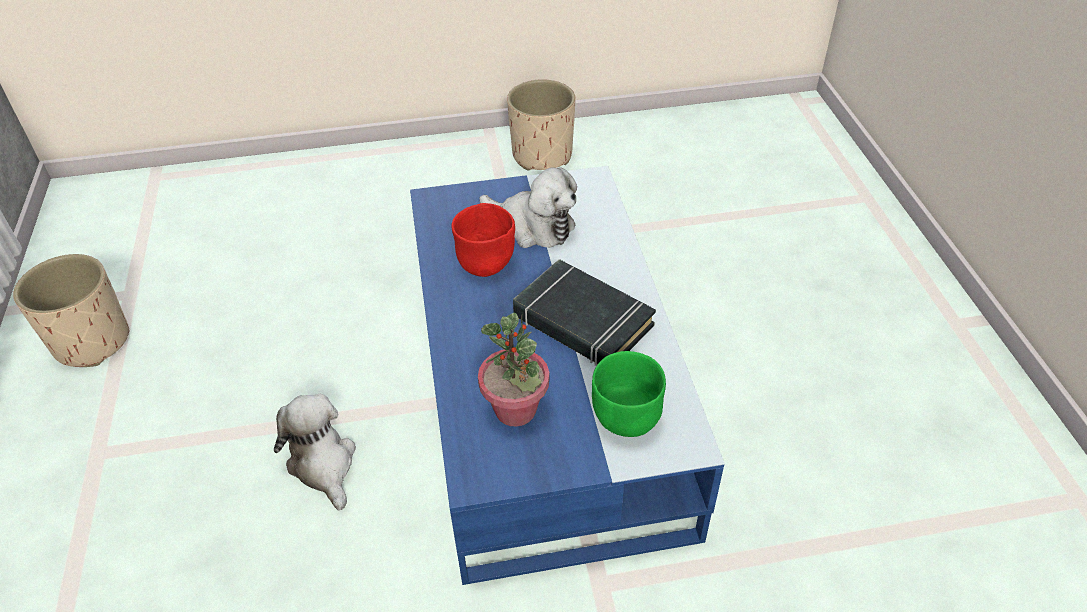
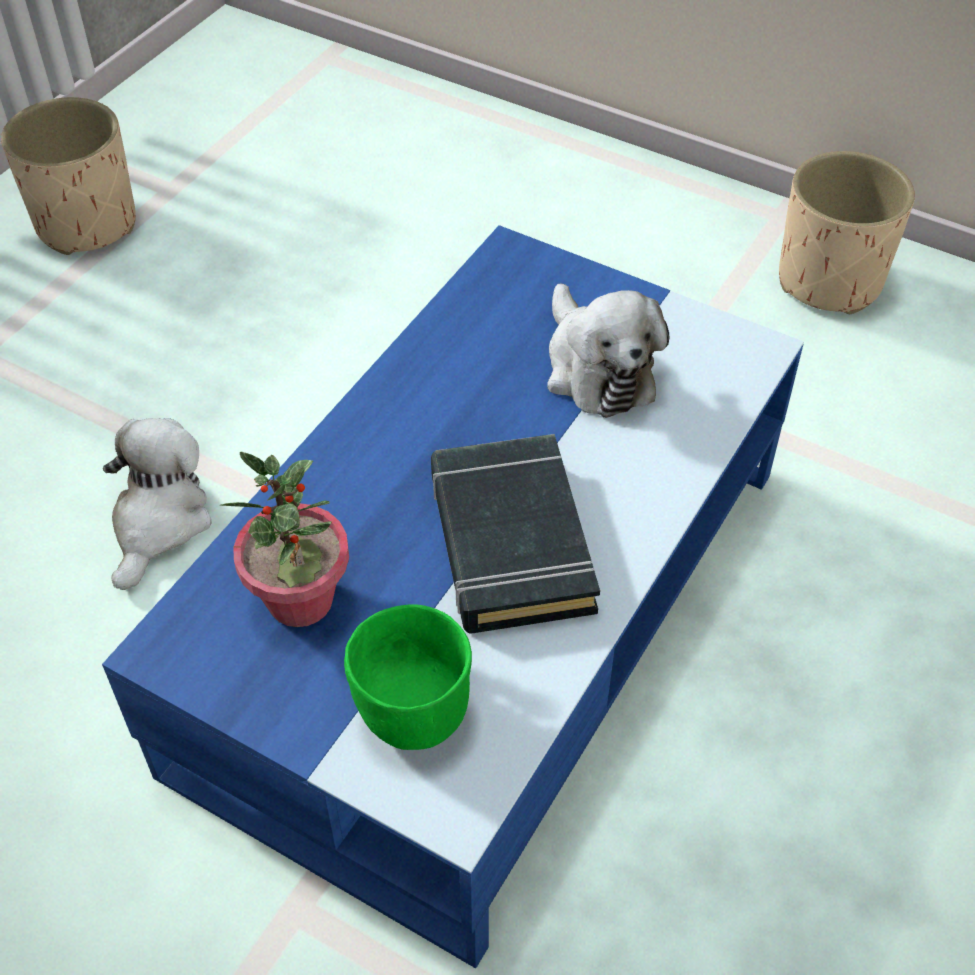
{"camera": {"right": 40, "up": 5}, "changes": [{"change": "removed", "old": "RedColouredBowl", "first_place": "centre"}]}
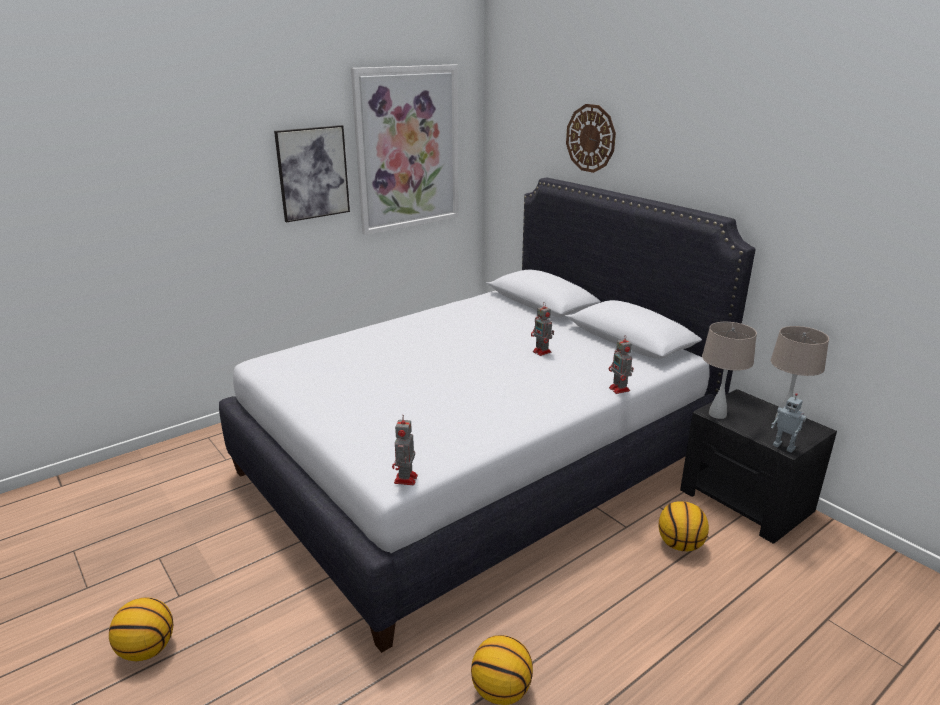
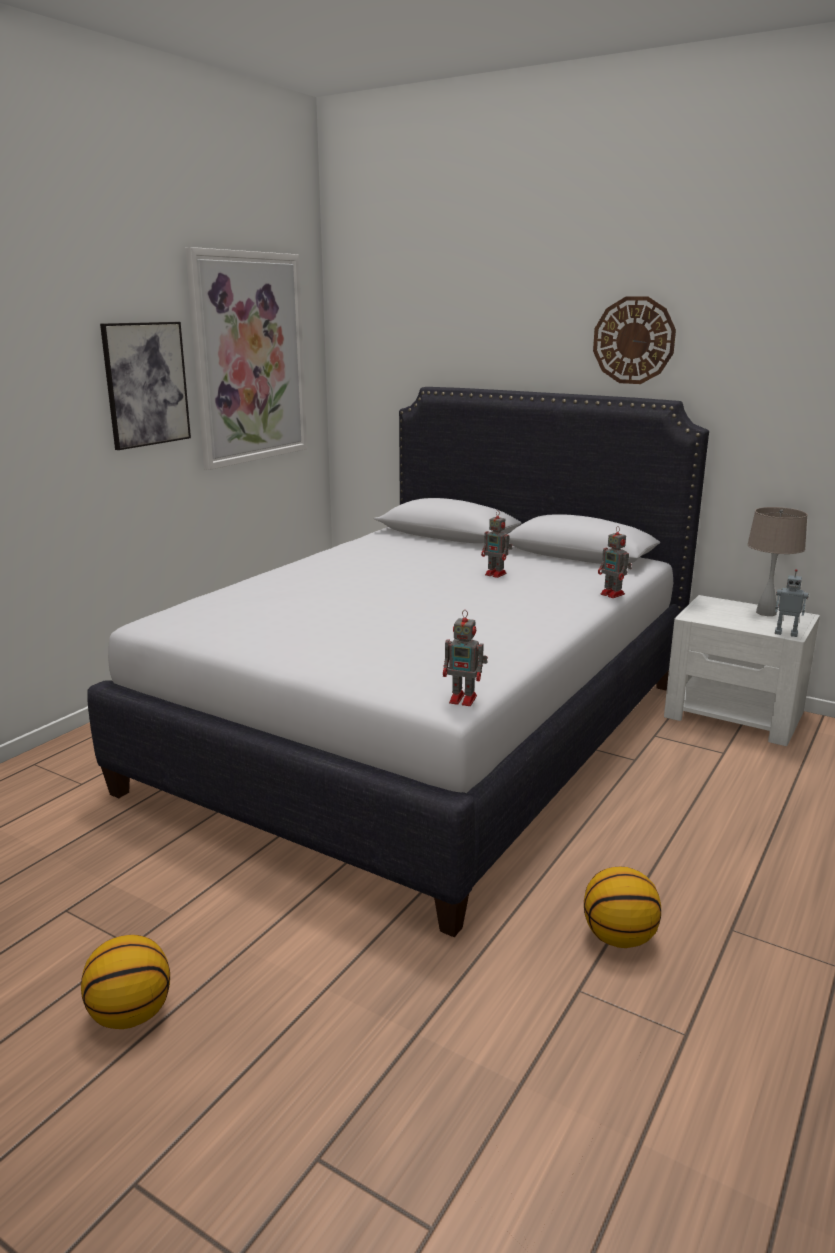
{"camera": {"right": -20, "up": -5}, "changes": [{"change": "turned", "old": "ModelRobot (1st from left)", "first_place": "centre", "second_place": "centre", "degrees": -60}, {"change": "moved", "old": "ClockOnTheWall", "first_place": "top centre", "second_place": "top right"}, {"change": "recoloured", "old": "BlackColouredBedsideTable", "new": "WhiteColouredBedsideTable", "first_place": "middle right", "second_place": "middle right"}, {"change": "removed", "old": "BallForBasketball (3rd from left)", "first_place": "bottom right"}, {"change": "removed", "old": "BeigeTabletopLamp (1st from left)", "first_place": "middle right"}]}
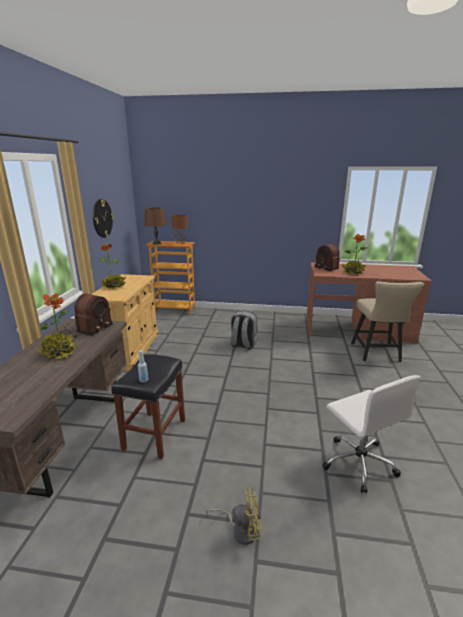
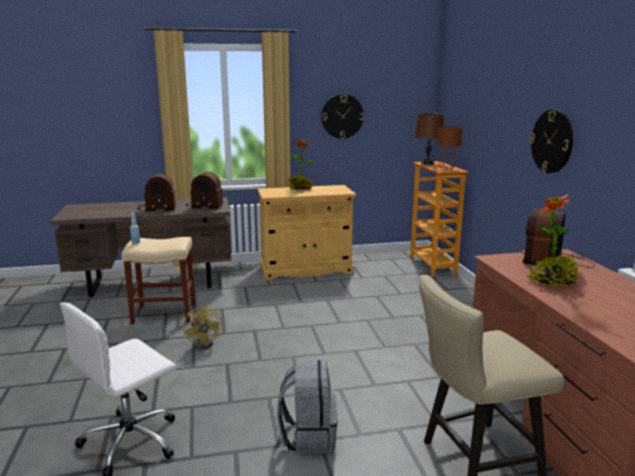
{"camera": {"right": 70, "up": -5}, "changes": [{"change": "recoloured", "old": "BlackColouredStool", "new": "BeigeStool", "first_place": "middle left", "second_place": "middle left"}, {"change": "replaced", "old": "Houseplant (1st from left)", "new": "Radio (1st from left)", "first_place": "middle left", "second_place": "middle left"}, {"change": "moved", "old": "YellowFan", "first_place": "bottom centre", "second_place": "bottom left"}, {"change": "moved", "old": "GrayBackpack", "first_place": "centre", "second_place": "bottom centre"}, {"change": "added", "new": "ClockOnTheWall (2nd from left)", "second_place": "top right"}]}
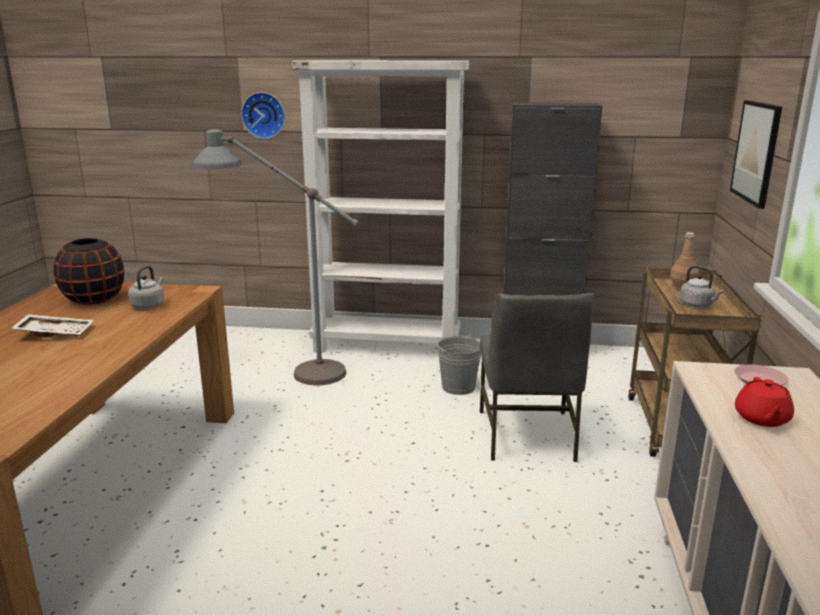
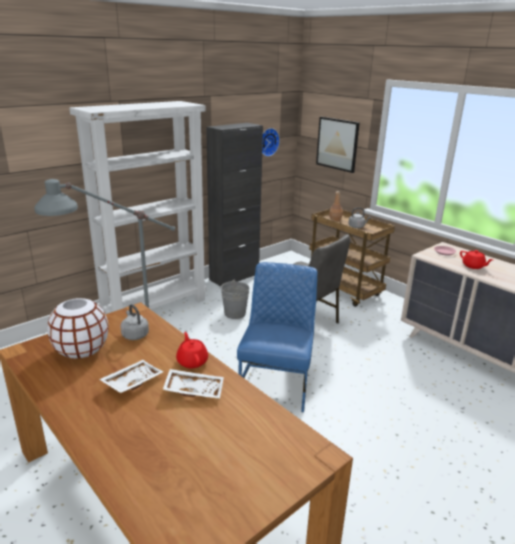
{"camera": {"right": -50, "up": 5}, "changes": [{"change": "recoloured", "old": "BlackColouredFlowerVase", "new": "WhiteColouredFlowerVase", "first_place": "middle left", "second_place": "middle left"}, {"change": "added", "new": "WhiteColouredCarryingTray (2nd from left)", "second_place": "bottom centre"}, {"change": "added", "new": "RedColouredTeapot (1st from left)", "second_place": "centre"}, {"change": "added", "new": "BluishUprightChair", "second_place": "centre"}, {"change": "moved", "old": "ClockOnTheWall", "first_place": "top left", "second_place": "top centre"}]}
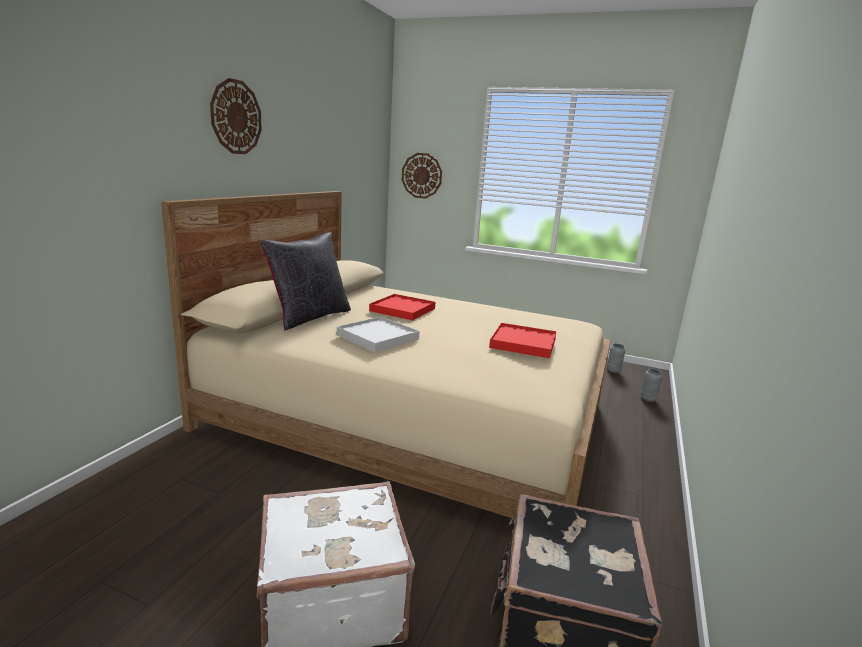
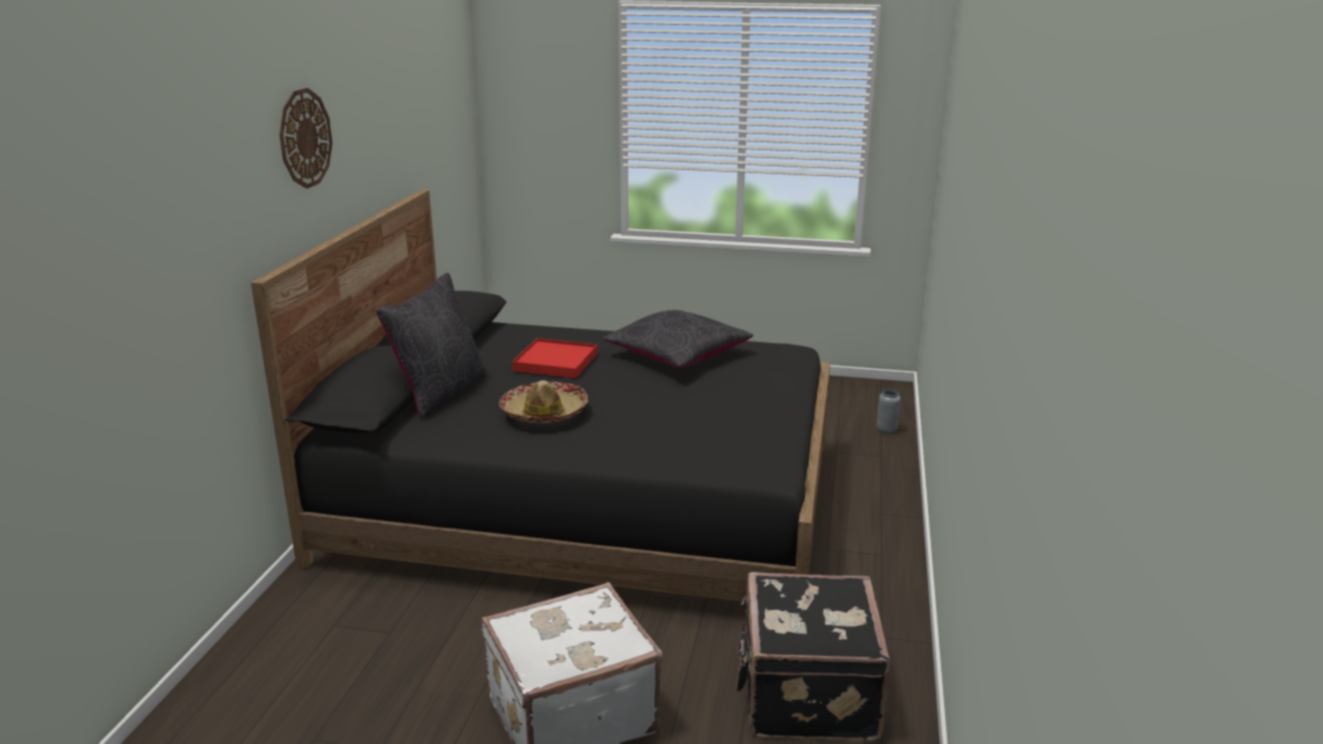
{"camera": {"right": -10, "up": 5}, "changes": [{"change": "recoloured", "old": "BeigeBedroomBed", "new": "BlackColouredBedroomBed", "first_place": "centre", "second_place": "centre"}, {"change": "replaced", "old": "WhiteColouredCarryingTray", "new": "Hat", "first_place": "centre", "second_place": "centre"}, {"change": "added", "new": "BlackColouredThrowPillow (2nd from left)", "second_place": "centre"}, {"change": "removed", "old": "ClockOnTheWall (2nd from left)", "first_place": "top centre"}, {"change": "removed", "old": "RedColouredCarryingTray (2nd from left)", "first_place": "centre"}, {"change": "removed", "old": "GrayFlowerVase (1st from left)", "first_place": "middle right"}]}
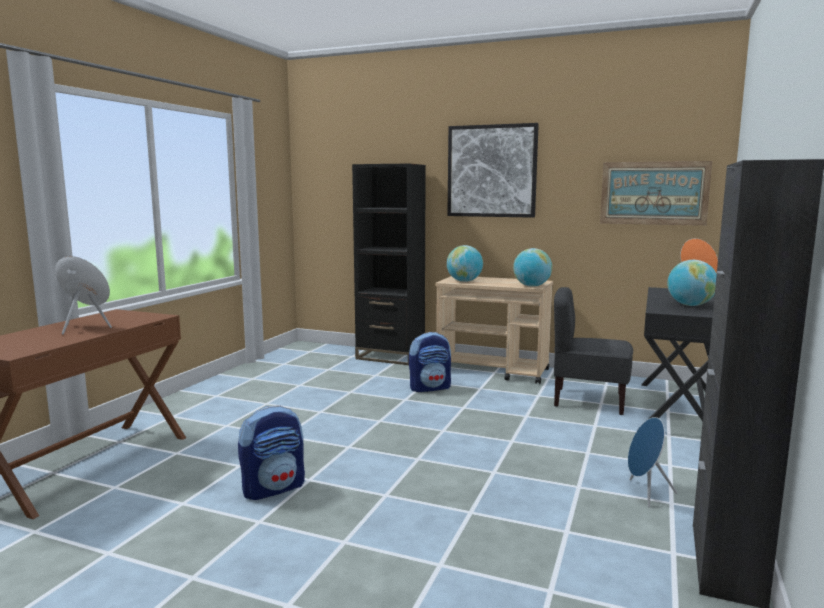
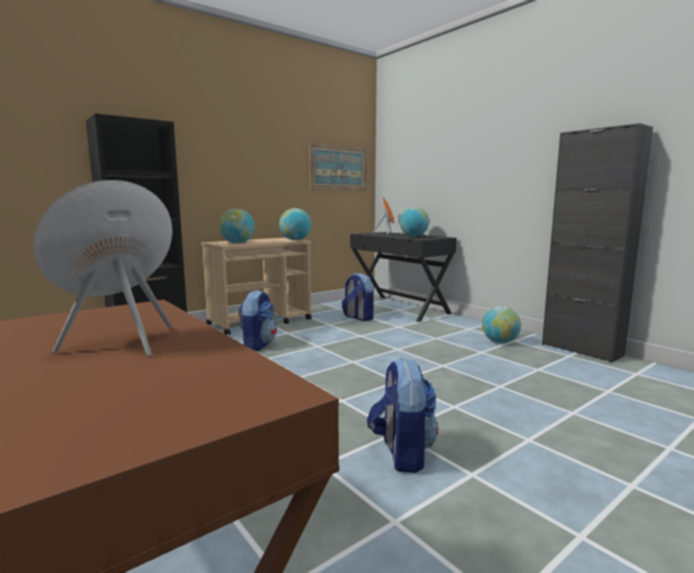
{"camera": {"right": -60, "up": 0}, "changes": [{"change": "replaced", "old": "GrayUprightChair", "new": "Backpack (2nd from left)", "first_place": "middle right", "second_place": "centre"}, {"change": "replaced", "old": "BluishLoudspeaker", "new": "WorldGlobe (4th from left)", "first_place": "bottom right", "second_place": "middle right"}, {"change": "removed", "old": "WallArt (1st from left)", "first_place": "top centre"}]}
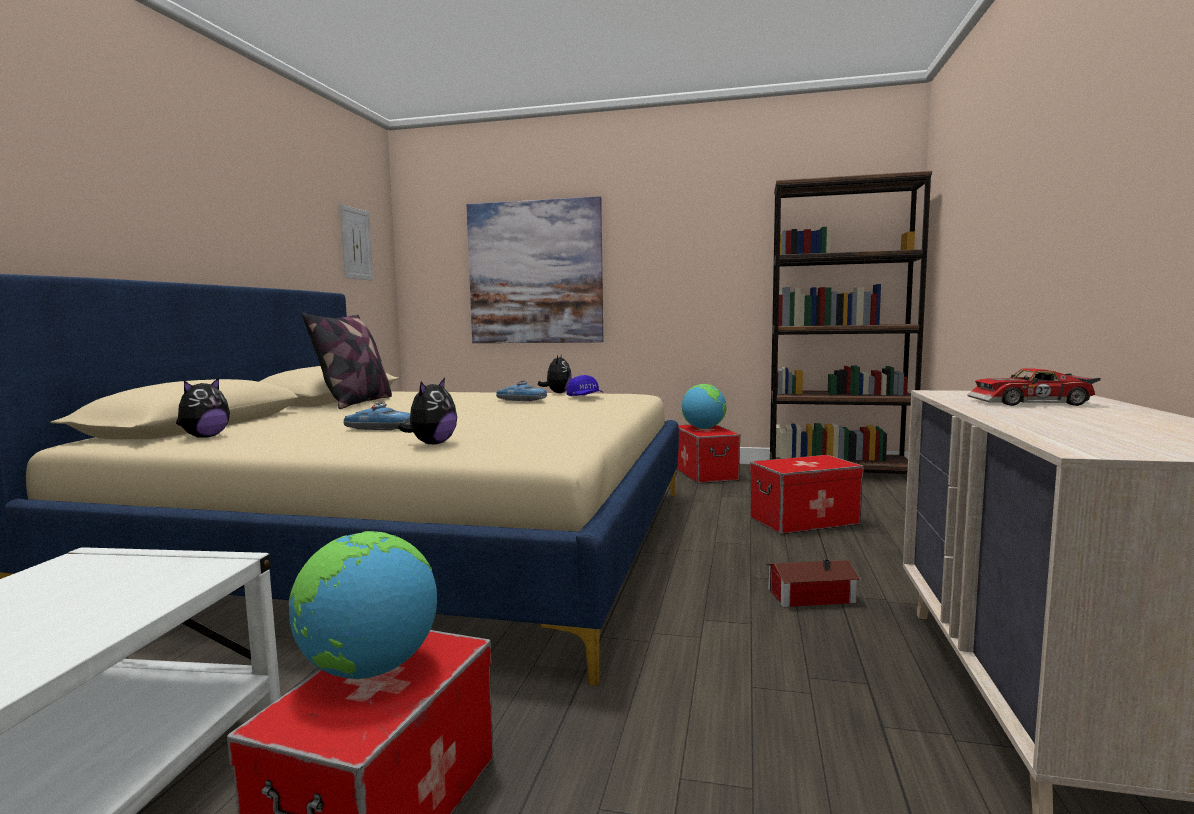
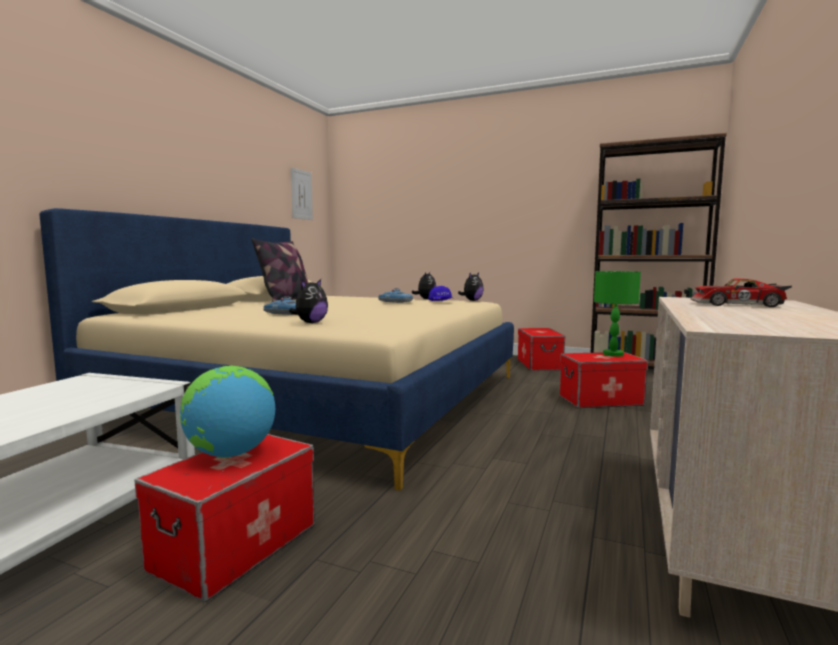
{"camera": {"right": 10, "up": 0}, "changes": [{"change": "moved", "old": "SoftToy (1st from left in the first image)", "new": "SoftToy (3rd from left)", "first_place": "middle left", "second_place": "centre"}, {"change": "added", "new": "GreenColouredTabletopLamp", "second_place": "middle right"}, {"change": "removed", "old": "WallArt (2nd from left)", "first_place": "top centre"}, {"change": "removed", "old": "WorldGlobe (2nd from left)", "first_place": "centre"}, {"change": "removed", "old": "ToyHouse", "first_place": "bottom right"}]}
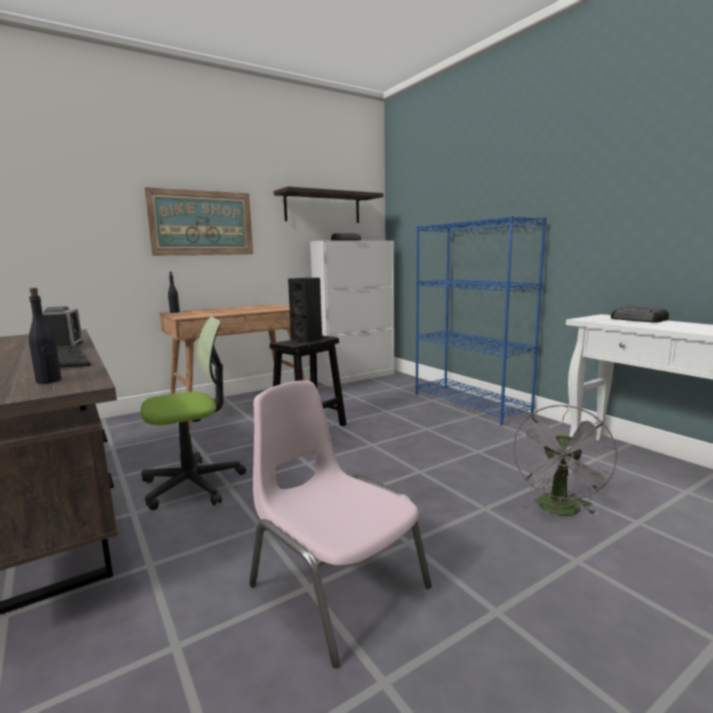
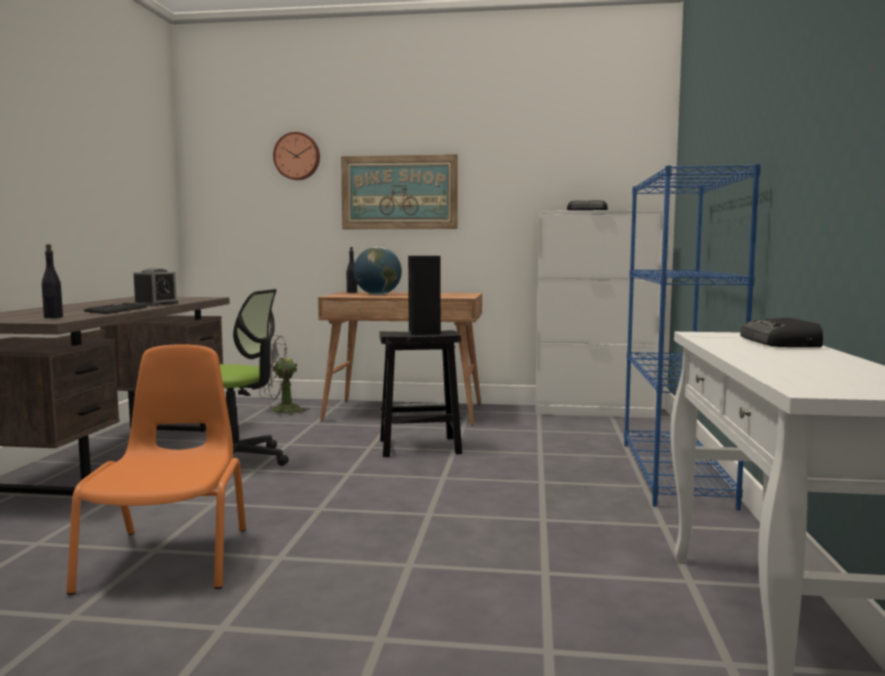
{"camera": {"right": 40, "up": -5}, "changes": [{"change": "recoloured", "old": "PinkUprightChair", "new": "OrangeyUprightChair", "first_place": "bottom centre", "second_place": "bottom left"}, {"change": "moved", "old": "GrayFan", "first_place": "middle right", "second_place": "middle left"}, {"change": "added", "new": "ClockOnTheWall", "second_place": "top centre"}, {"change": "added", "new": "WorldGlobe", "second_place": "centre"}, {"change": "removed", "old": "Shelf", "first_place": "top centre"}]}
